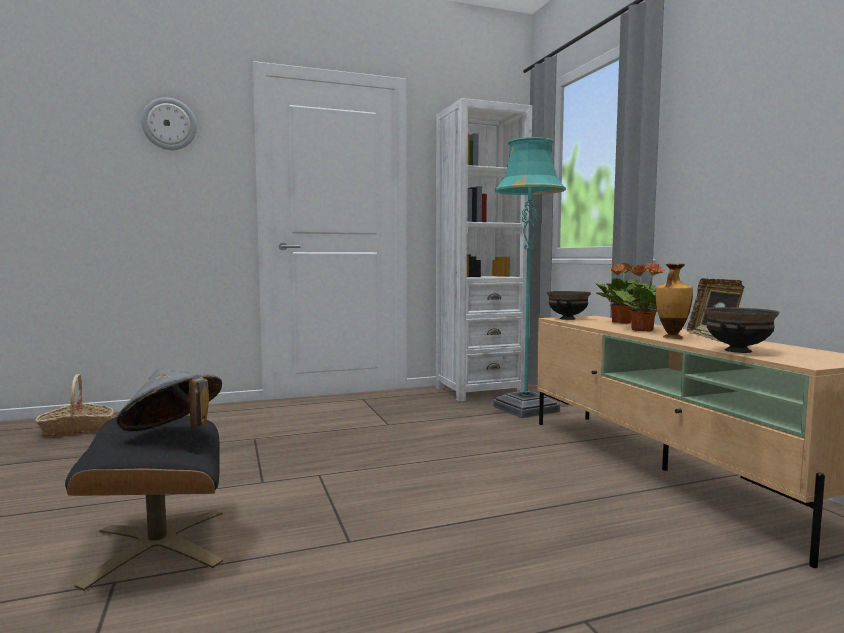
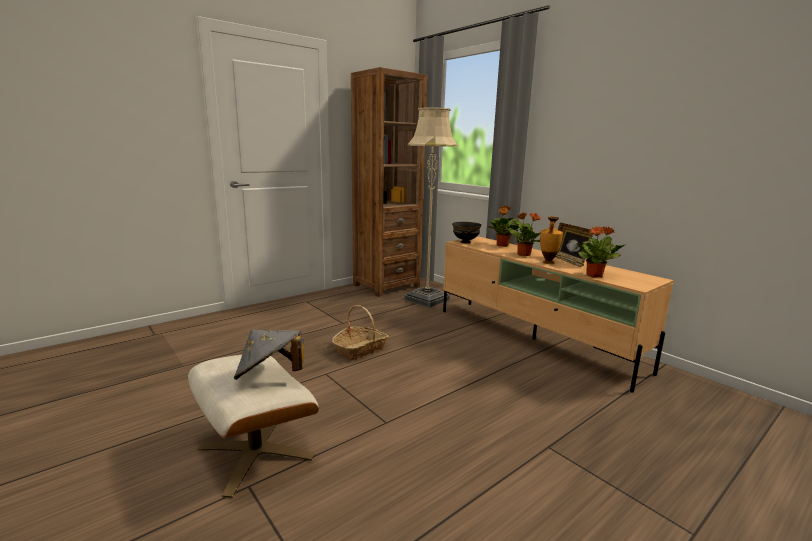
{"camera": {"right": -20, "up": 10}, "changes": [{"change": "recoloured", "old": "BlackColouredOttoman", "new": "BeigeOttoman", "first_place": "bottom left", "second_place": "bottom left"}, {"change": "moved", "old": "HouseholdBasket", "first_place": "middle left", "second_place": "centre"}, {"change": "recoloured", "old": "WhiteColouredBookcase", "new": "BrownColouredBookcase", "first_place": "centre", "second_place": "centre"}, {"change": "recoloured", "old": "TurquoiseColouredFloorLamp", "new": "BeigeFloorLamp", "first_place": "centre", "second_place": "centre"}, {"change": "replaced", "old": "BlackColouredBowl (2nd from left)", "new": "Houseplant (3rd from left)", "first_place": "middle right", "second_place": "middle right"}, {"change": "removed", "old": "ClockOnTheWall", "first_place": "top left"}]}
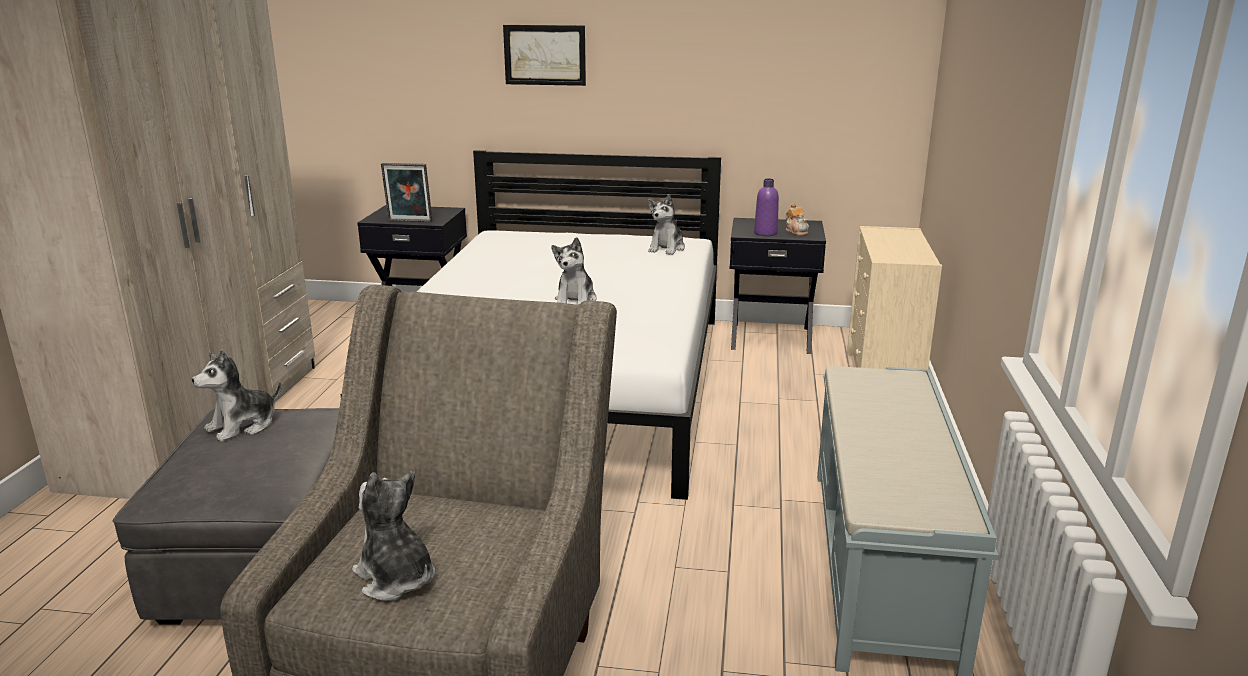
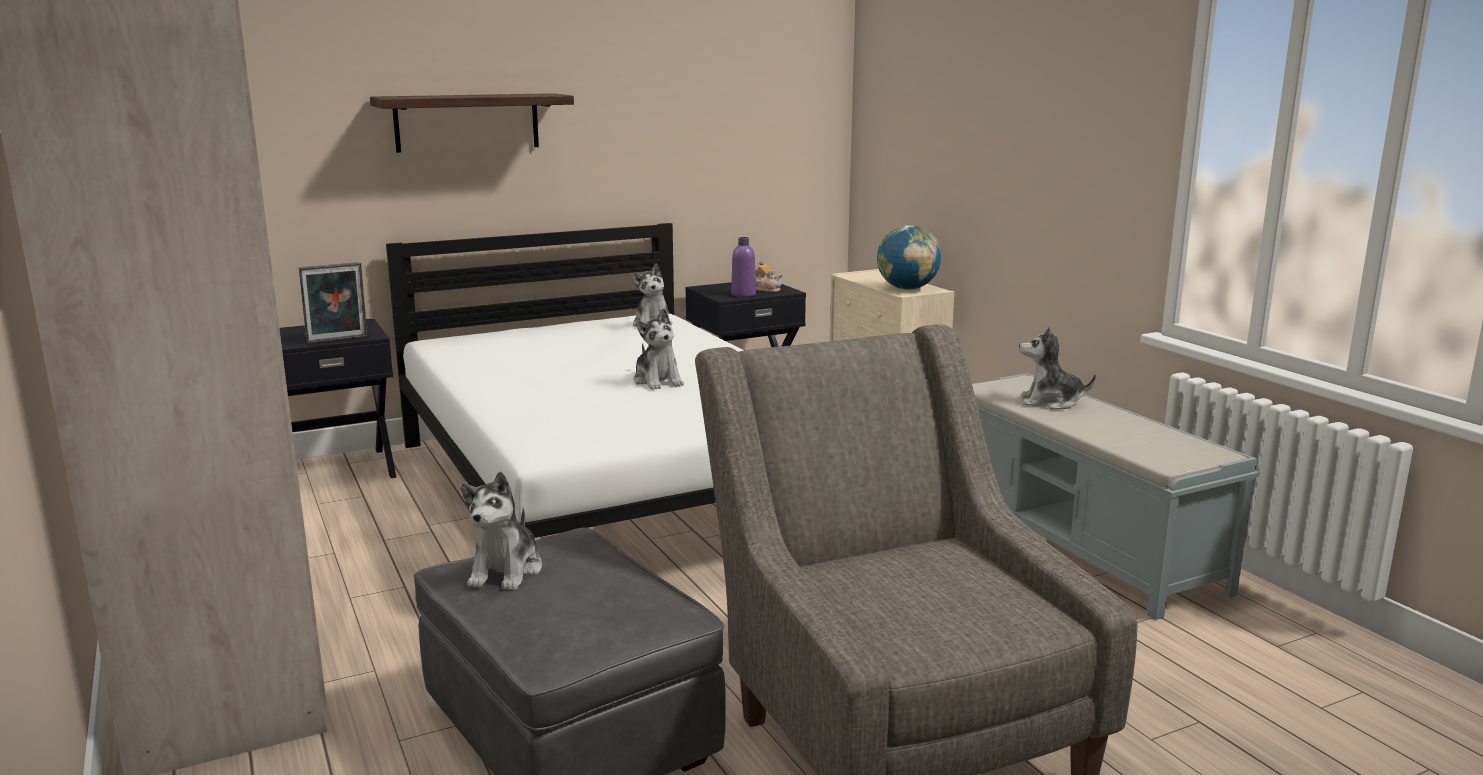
{"camera": {"right": -35, "up": -5}, "changes": [{"change": "replaced", "old": "WallArt", "new": "Shelf", "first_place": "top centre", "second_place": "top left"}, {"change": "added", "new": "WorldGlobe", "second_place": "top centre"}, {"change": "moved", "old": "SoftToy (2nd from left in the first image)", "new": "SoftToy (4th from left)", "first_place": "bottom left", "second_place": "middle right"}]}
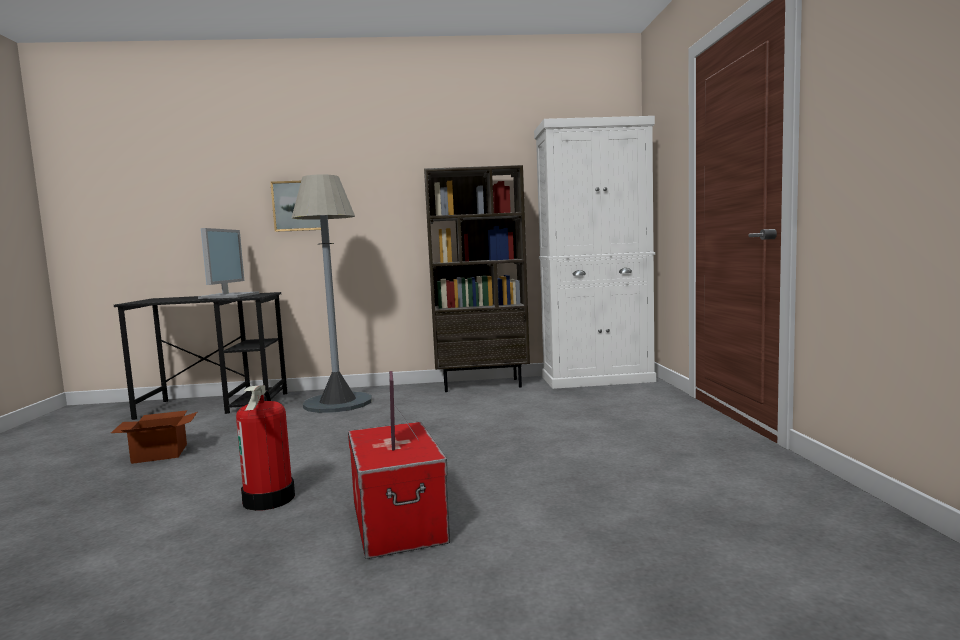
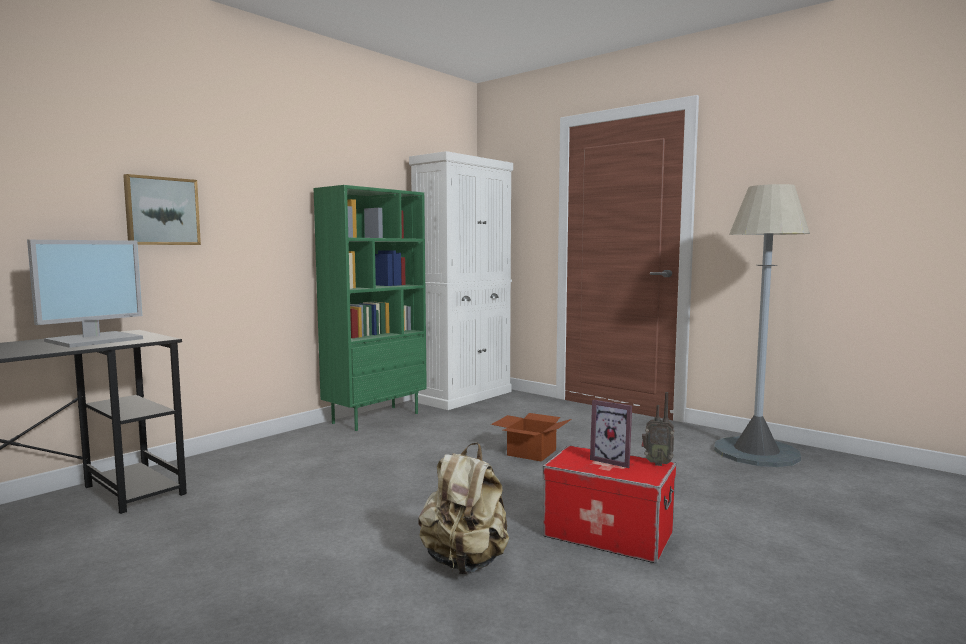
{"camera": {"right": -45, "up": 0}, "changes": [{"change": "turned", "old": "Monitor", "first_place": "middle left", "second_place": "middle left", "degrees": 75}, {"change": "recoloured", "old": "BrownColouredBookcase", "new": "GreenColouredBookcase", "first_place": "centre", "second_place": "centre"}, {"change": "replaced", "old": "Extinguisher", "new": "BeigeBackpack", "first_place": "bottom left", "second_place": "bottom centre"}, {"change": "moved", "old": "CardboardBox", "first_place": "bottom left", "second_place": "bottom centre"}, {"change": "added", "new": "Radio", "second_place": "middle right"}, {"change": "moved", "old": "GrayFloorLamp", "first_place": "centre", "second_place": "middle right"}]}
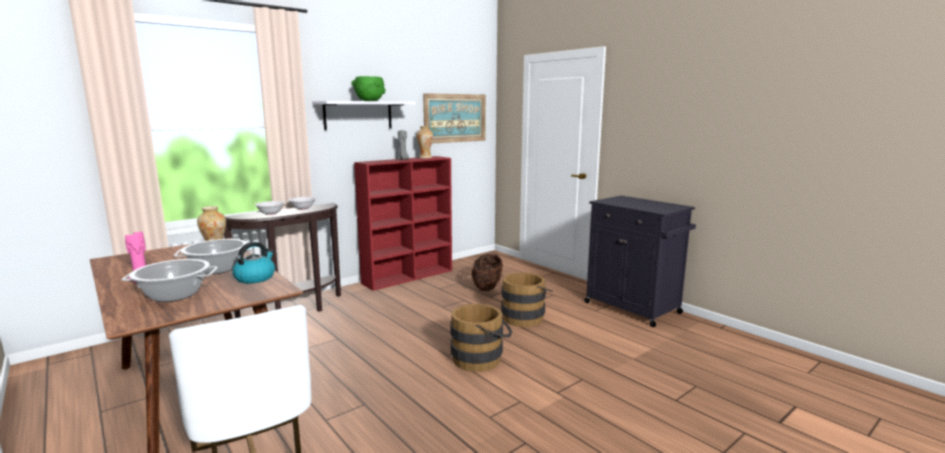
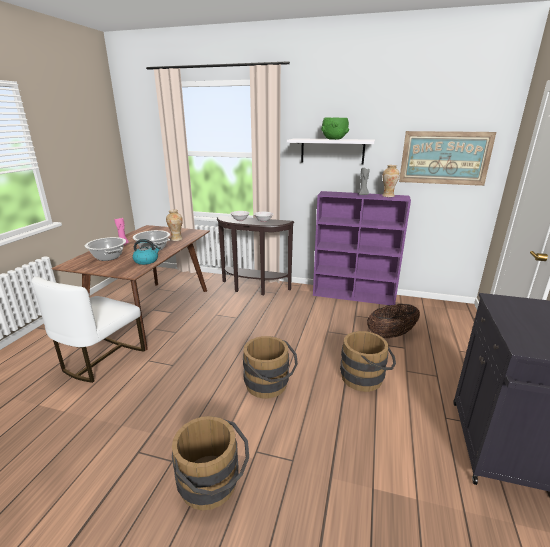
{"camera": {"right": 55, "up": 10}, "changes": [{"change": "added", "new": "BrownColouredPail (1st from left)", "second_place": "bottom centre"}, {"change": "recoloured", "old": "RedColouredBookcase", "new": "PurpleColouredBookcase", "first_place": "centre", "second_place": "centre"}]}
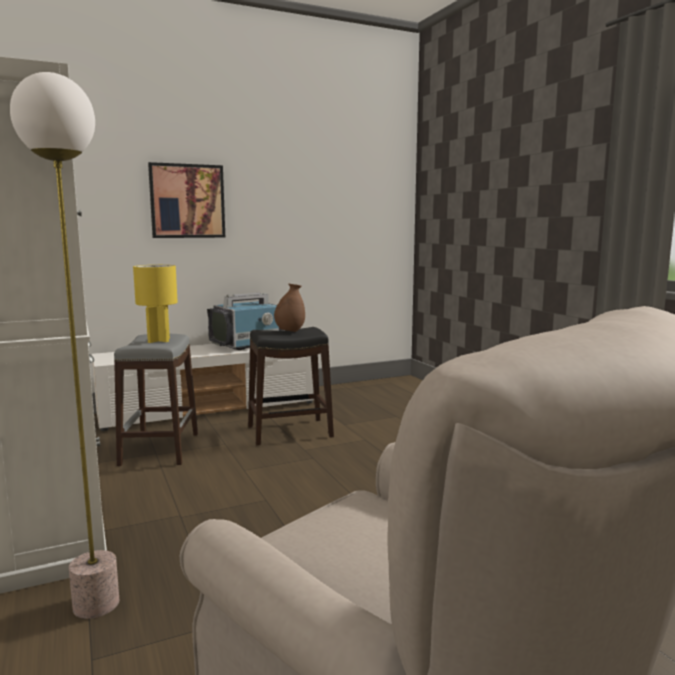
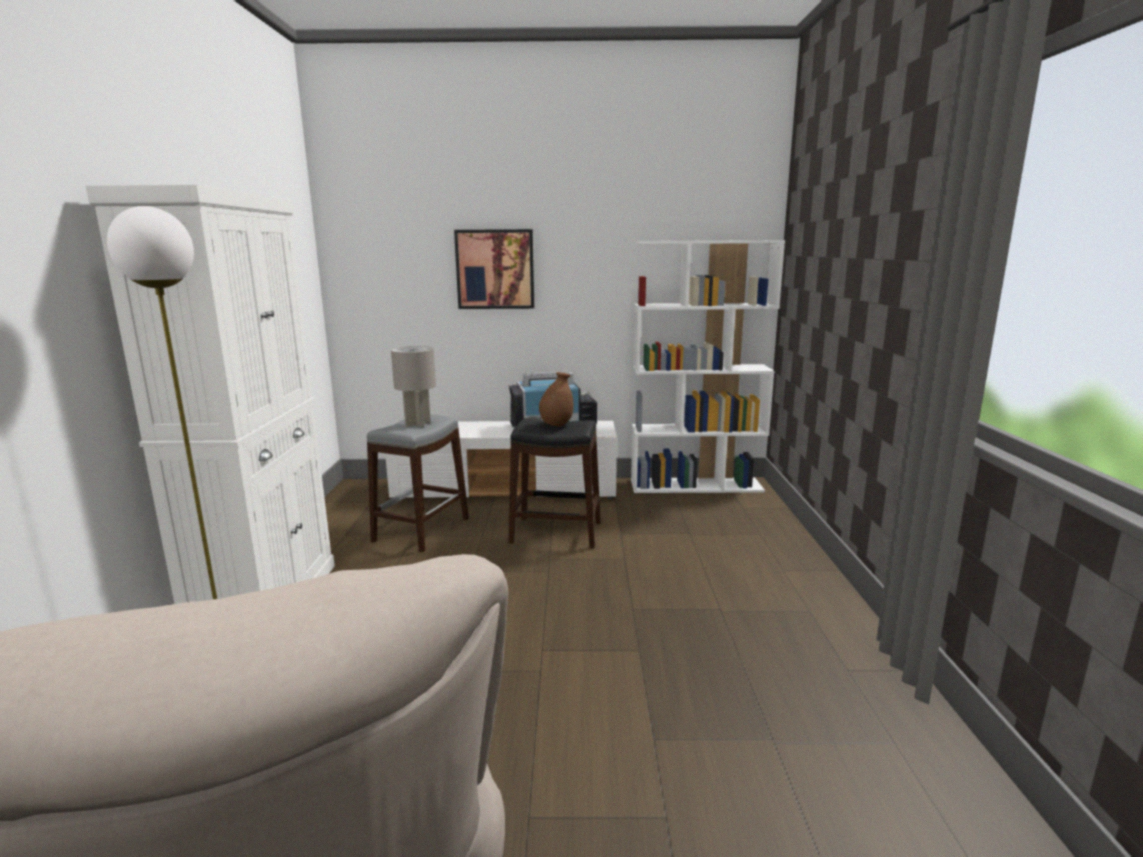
{"camera": {"right": 25, "up": 5}, "changes": [{"change": "recoloured", "old": "YellowTabletopLamp", "new": "GrayTabletopLamp", "first_place": "middle left", "second_place": "centre"}, {"change": "added", "new": "WhiteColouredBookcase", "second_place": "centre"}]}
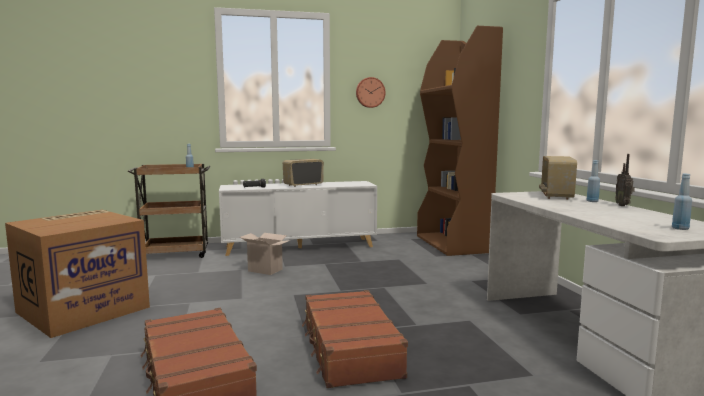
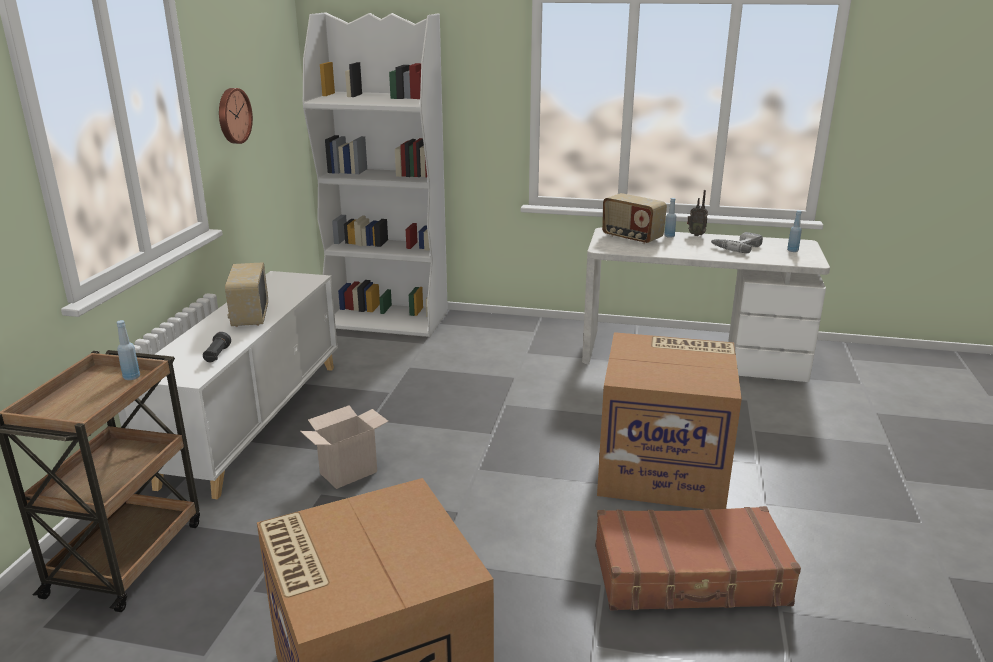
{"camera": {"right": -65, "up": 15}, "changes": [{"change": "recoloured", "old": "BrownColouredBookcase", "new": "WhiteColouredBookcase", "first_place": "centre", "second_place": "top centre"}, {"change": "replaced", "old": "BrownColouredTravelCase (2nd from left)", "new": "CardboardBox (3rd from left)", "first_place": "bottom centre", "second_place": "middle right"}, {"change": "added", "new": "Drill", "second_place": "middle right"}]}
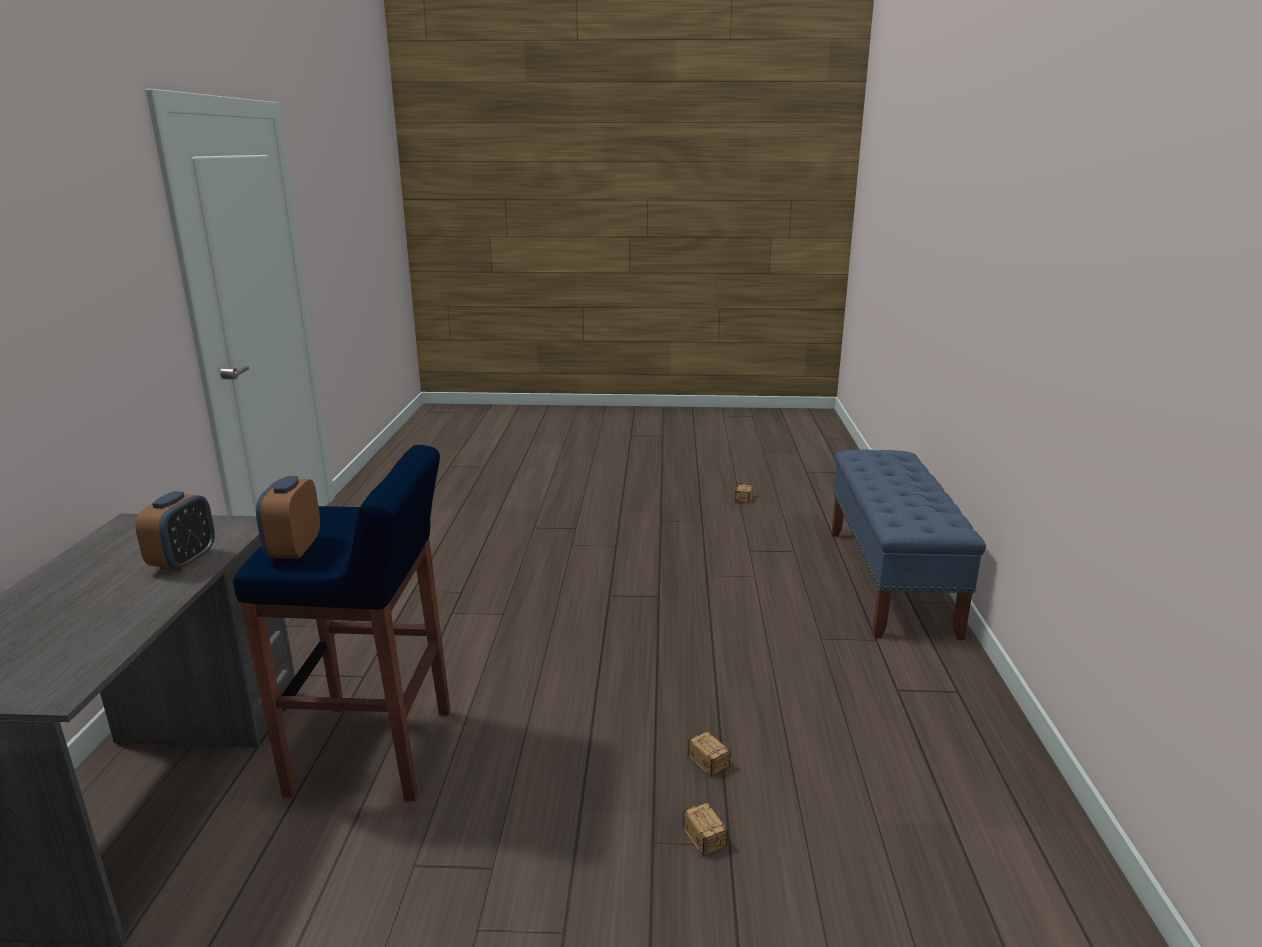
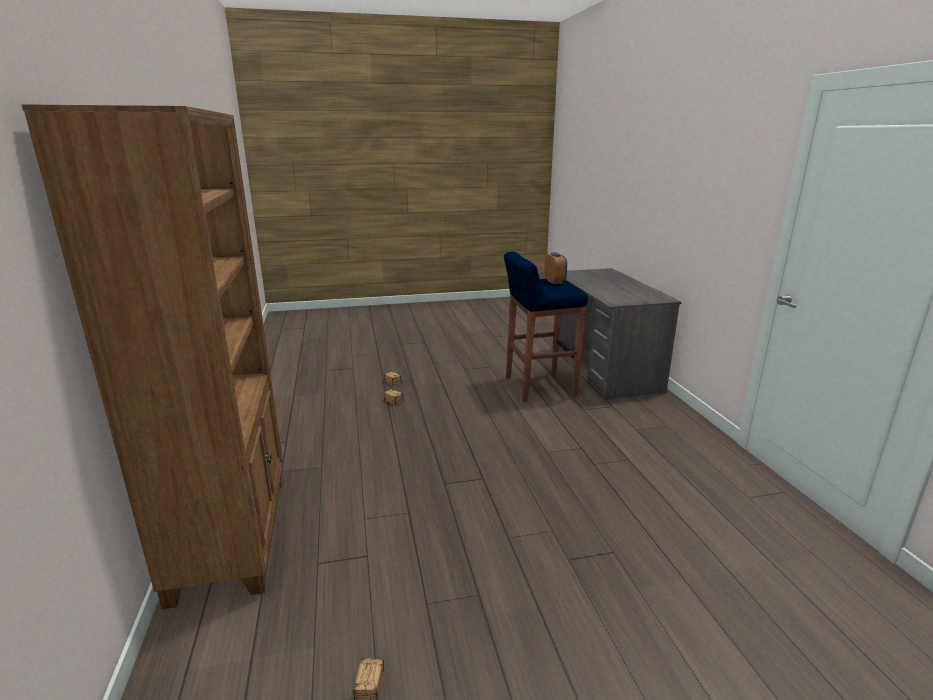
{"camera": {"right": 165, "up": 0}, "changes": [{"change": "replaced", "old": "BluishIndoorBench", "new": "BrownColouredBookcase", "first_place": "middle right", "second_place": "middle left"}, {"change": "removed", "old": "AlarmClock (1st from left)", "first_place": "middle left"}]}
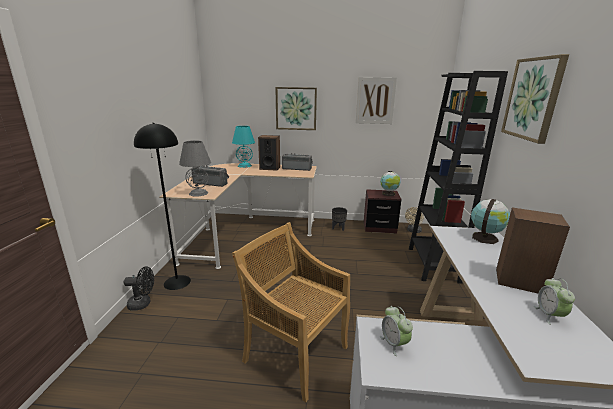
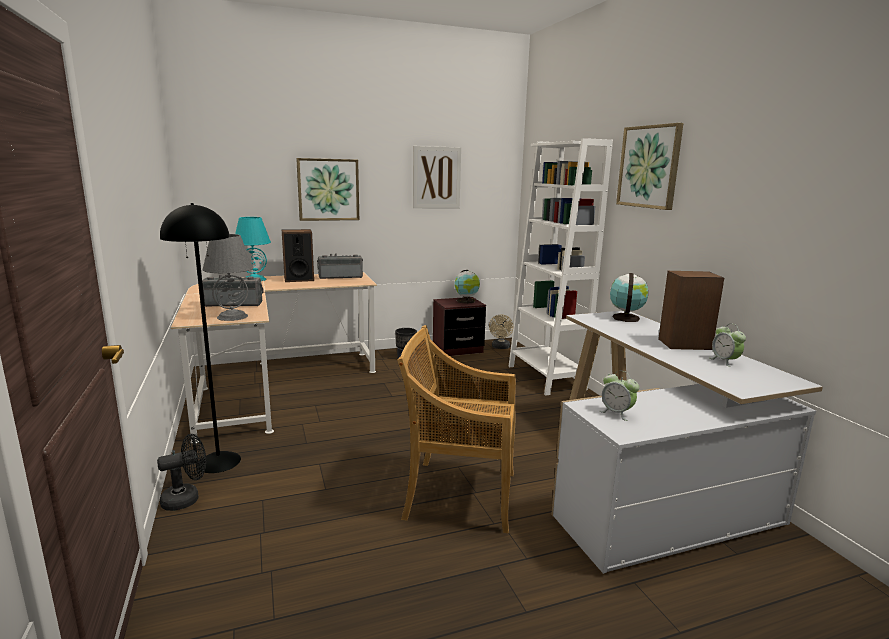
{"camera": {"right": -25, "up": -5}, "changes": [{"change": "recoloured", "old": "BlackColouredBookcase", "new": "WhiteColouredBookcase", "first_place": "middle right", "second_place": "centre"}]}
